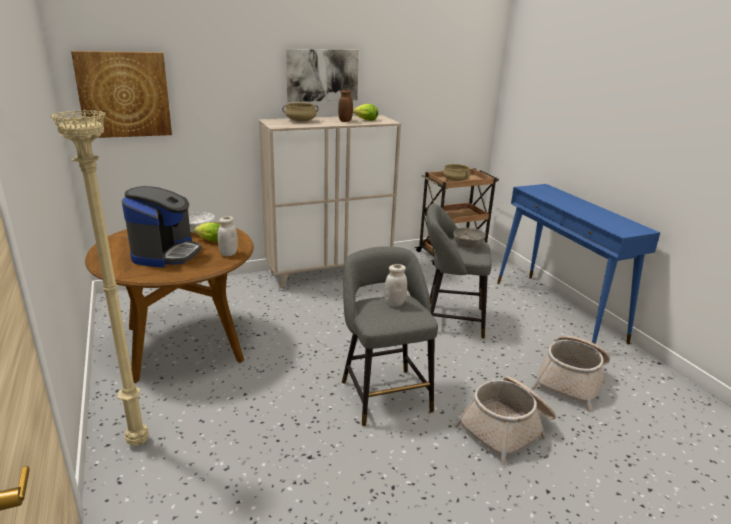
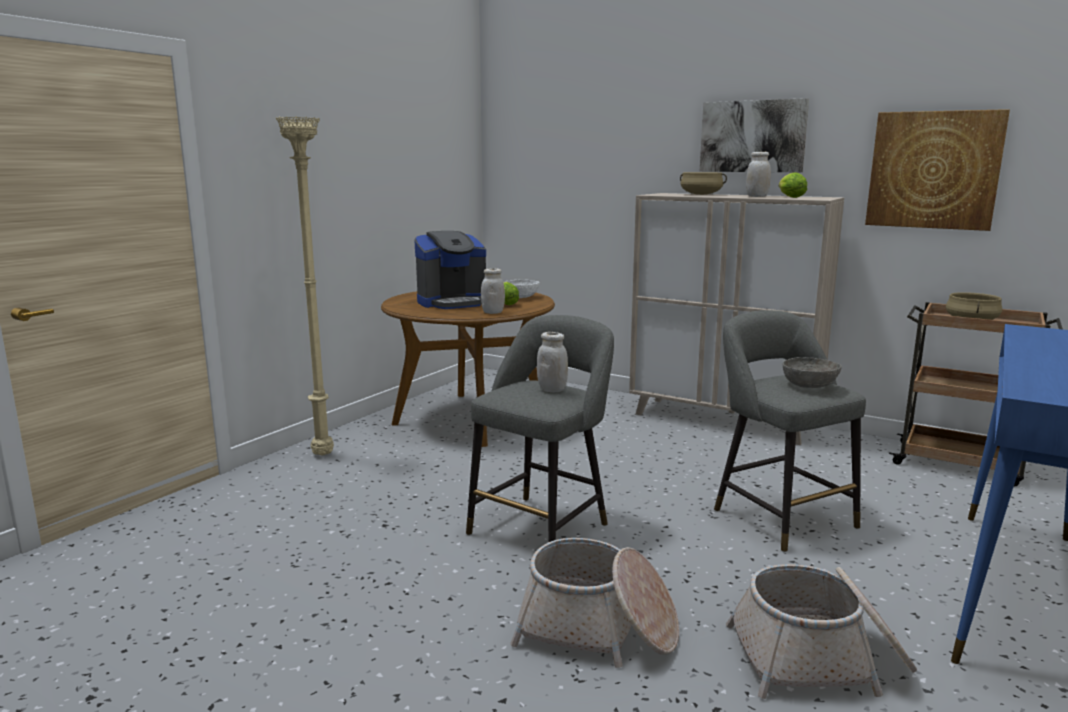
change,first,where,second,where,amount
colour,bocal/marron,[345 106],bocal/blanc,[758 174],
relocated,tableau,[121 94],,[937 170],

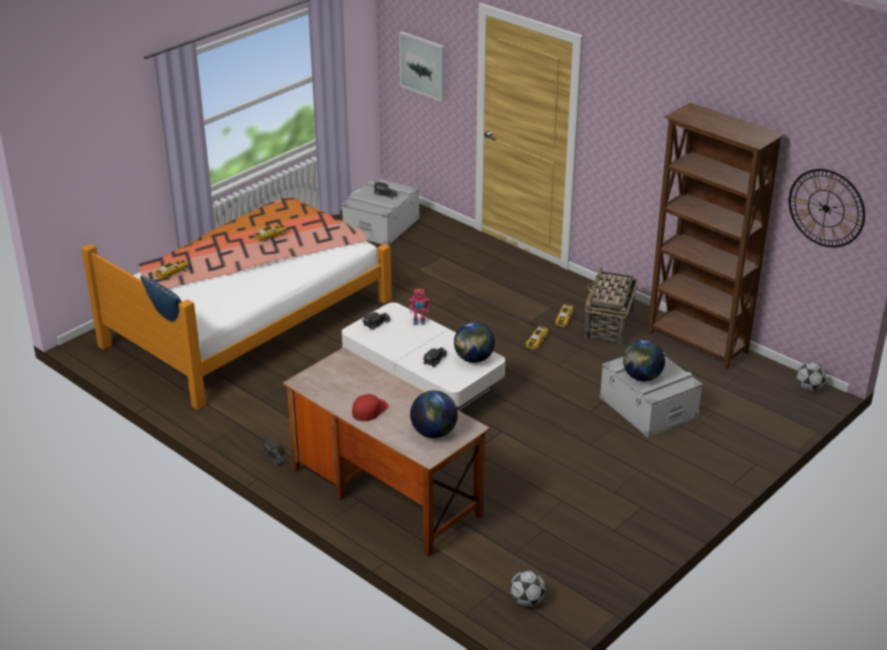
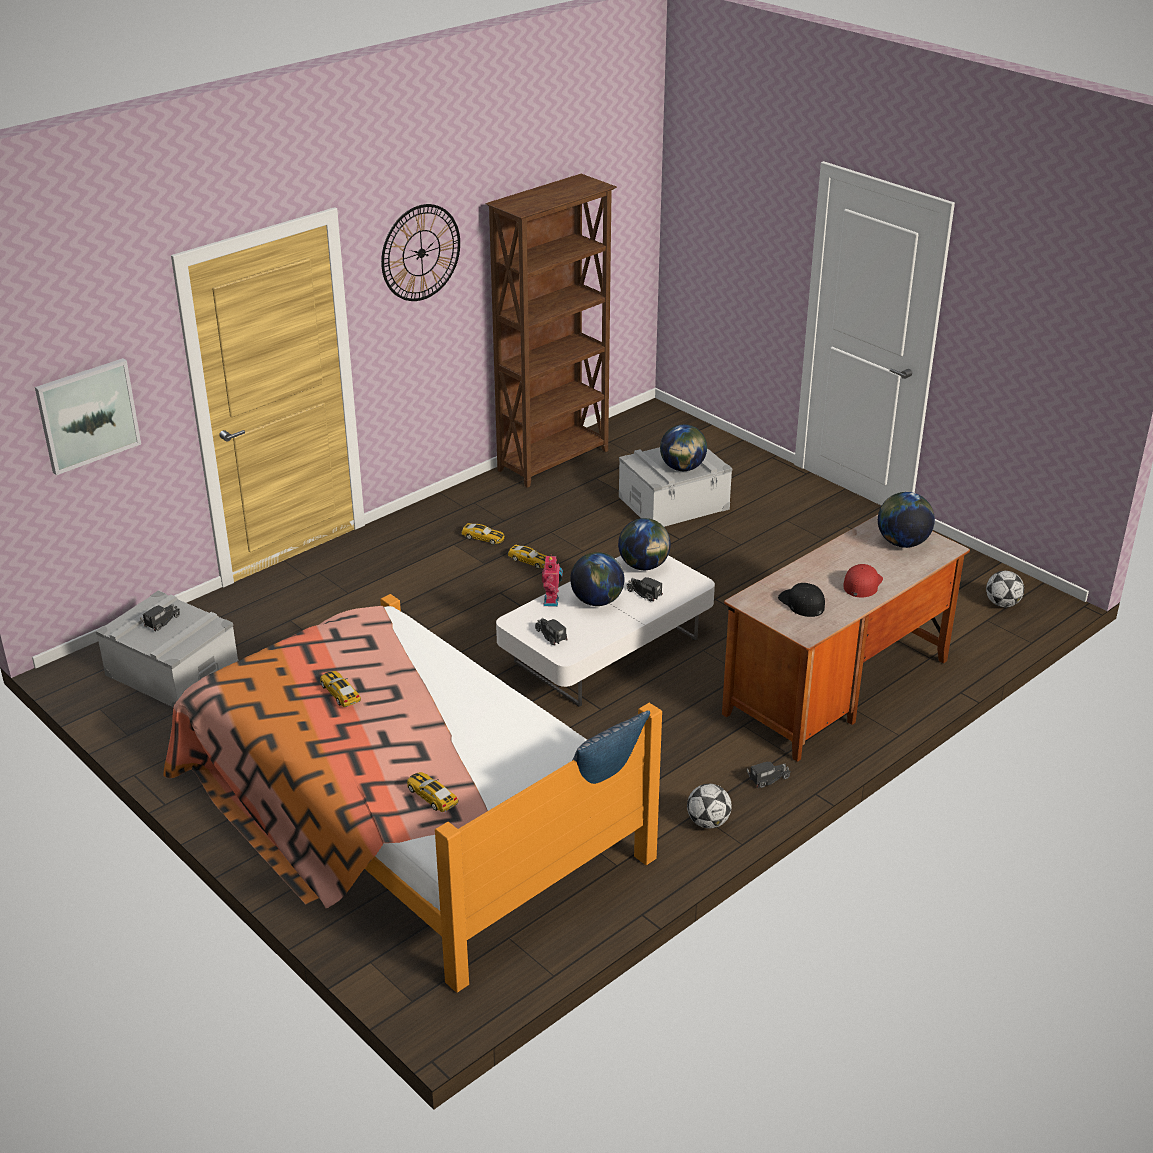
change,first,where,second,where,amount
relocated,horloge murale,[827 208],,[420 252],
appeared,,,globe,[597 579],
relocated,ballon de foot,[811 376],,[709 806],
appeared,,,casquette/noir,[801 600],
spun,casquette/rouge,[370 407],,[863 580],75 degrees clockwise
missing,panier,[610 306],,,

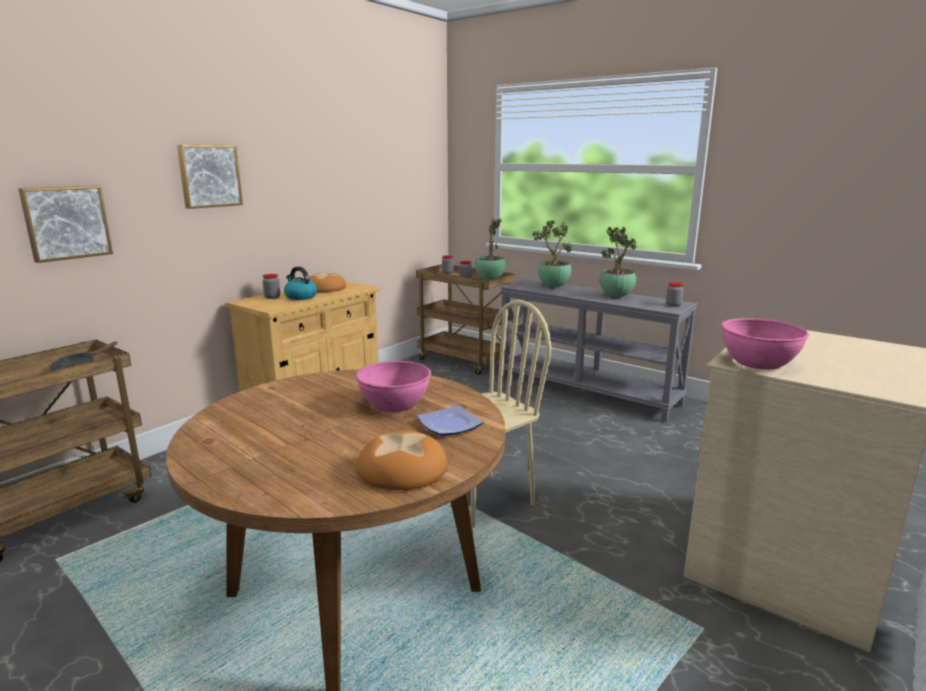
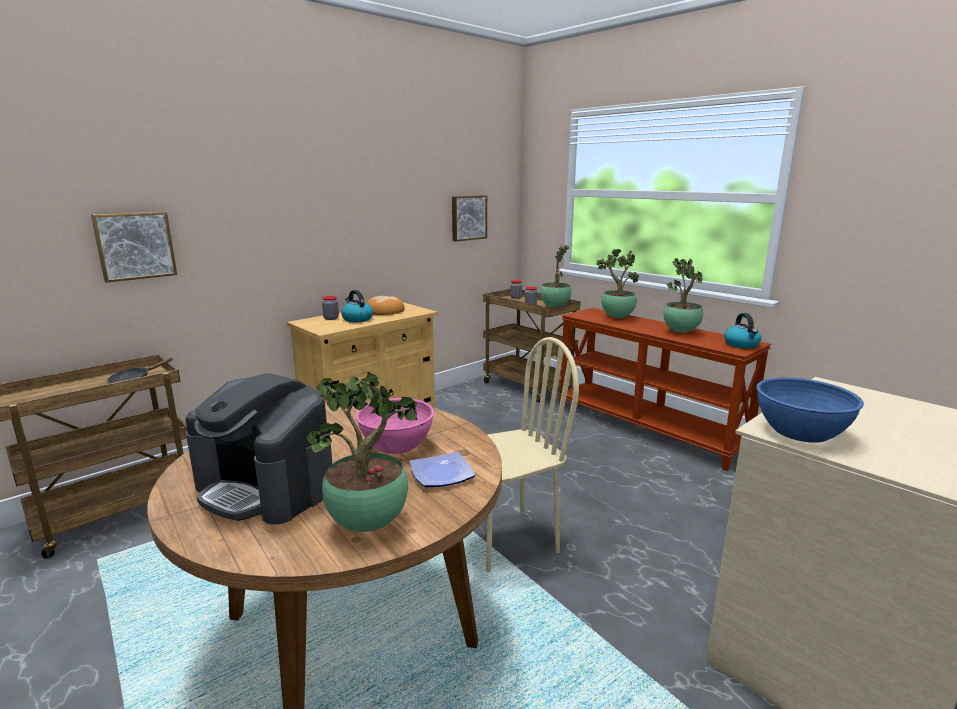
change,first,where,second,where,amount
appeared,,,machine à café,[259 449],
exchanged,pain,[402 460],plante en pot,[362 452],
relocated,tableau,[210 177],,[469 218],
colour,table console/gris,[599 351],table console/marron,[664 389],
exchanged,bocal,[675 294],bouilloire,[743 331],
colour,bol/rose,[765 343],bol/bleu,[810 409],

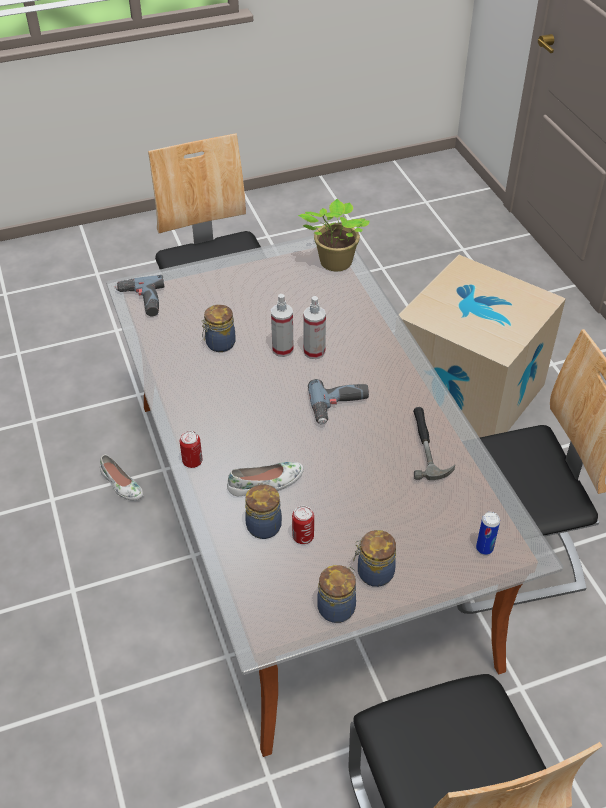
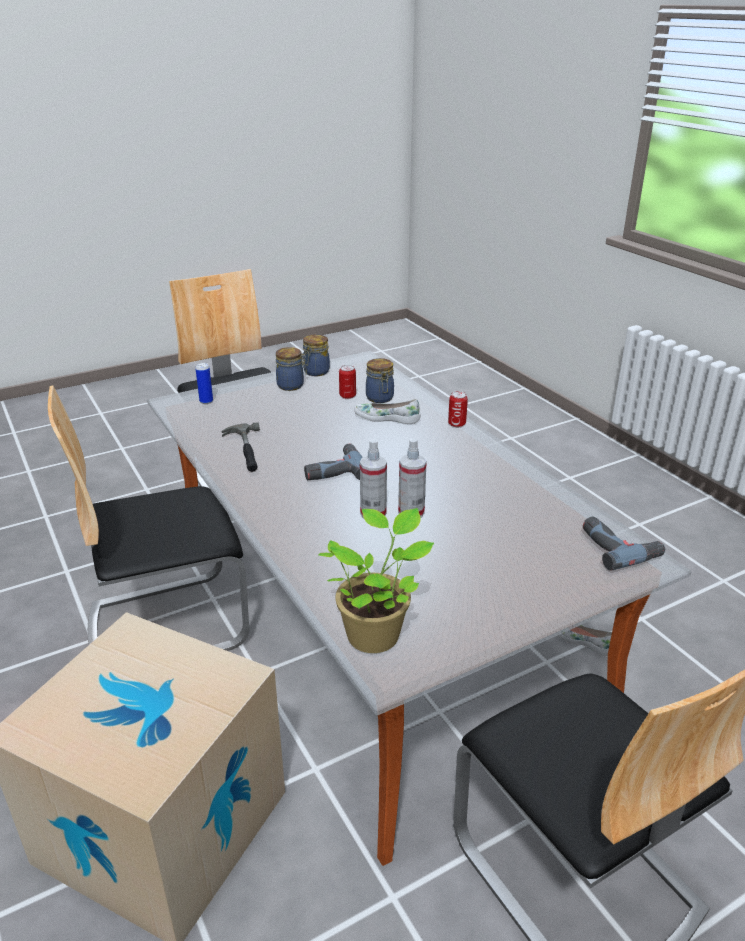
change,first,where,second,where,amount
spun,chaussure/blanc,[265 479],,[387 411],45 degrees clockwise
missing,bocal,[218 328],,,

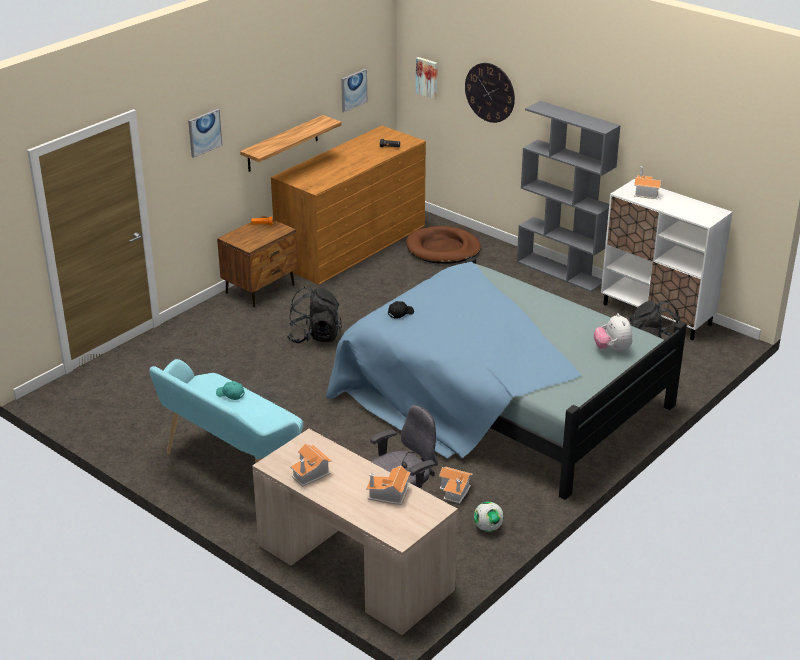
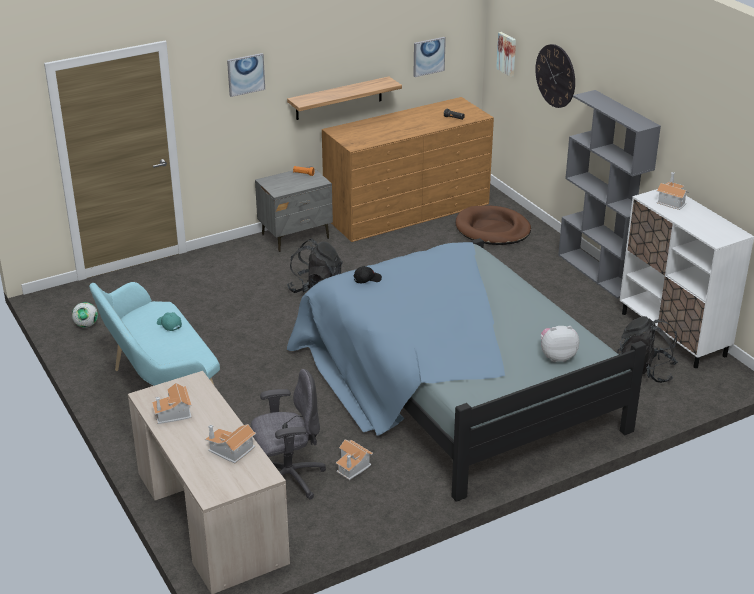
change,first,where,second,where,amount
relocated,ballon de foot,[489 517],,[85 314],
colour,table de chevet/marron,[257 261],table de chevet/gris,[294 209],
spun,peluche,[613 333],,[560 344],75 degrees clockwise

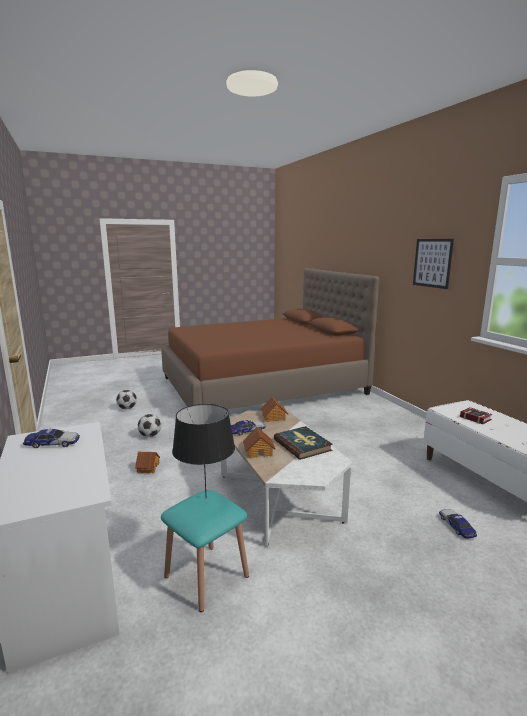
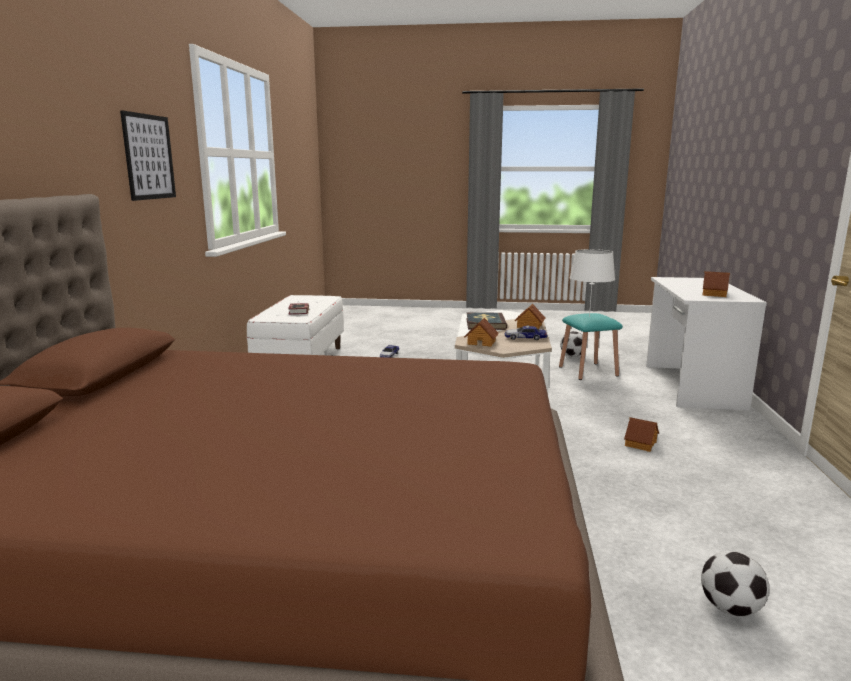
change,first,where,second,where,amount
relocated,ballon de foot,[149 425],,[573 344],
colour,lampe de table/noir,[203 449],lampe de table/blanc,[592 283],
exchanged,petite voiture,[51 438],maison miniature,[716 284],

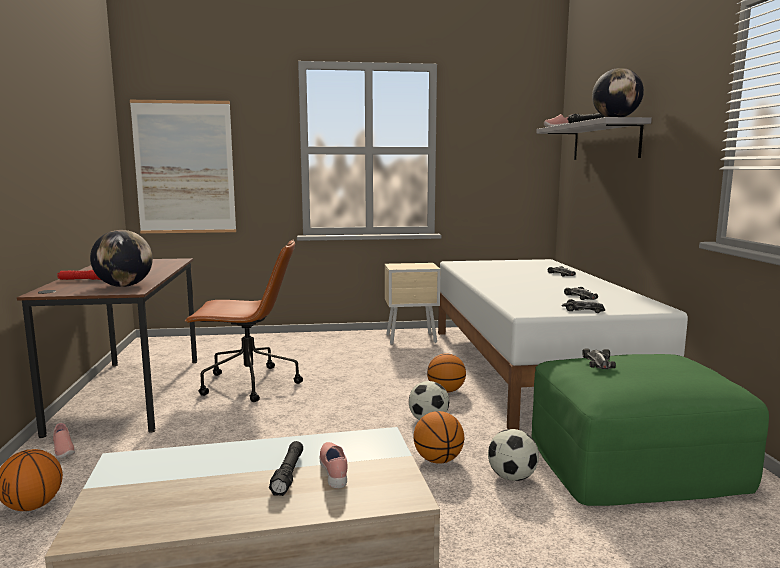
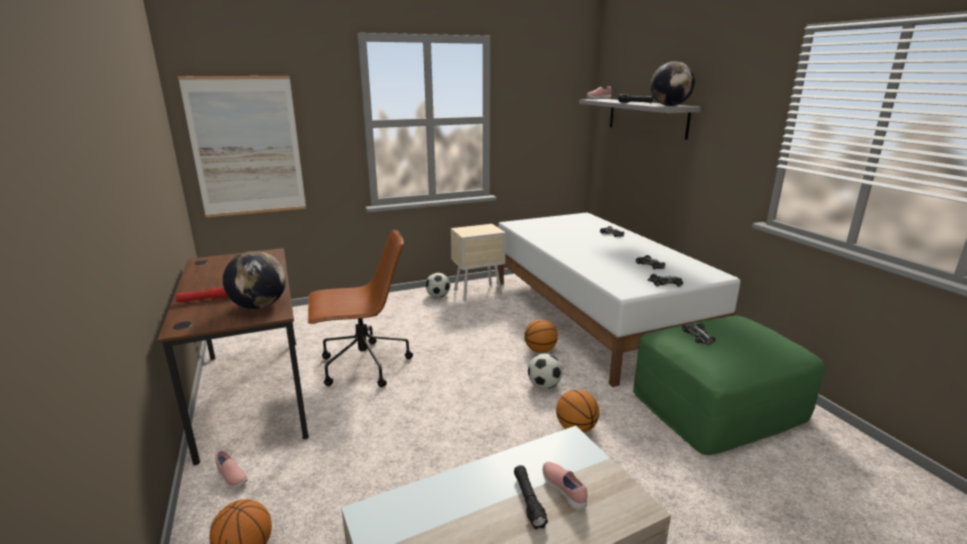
change,first,where,second,where,amount
relocated,ballon de foot,[513 455],,[438 285],

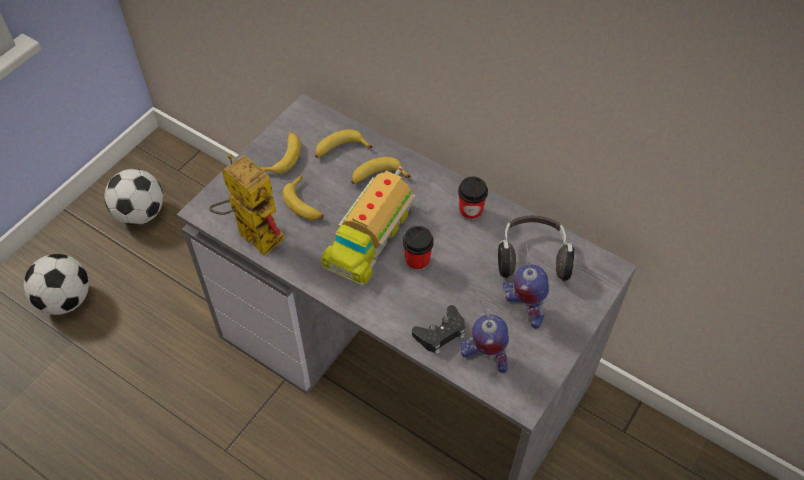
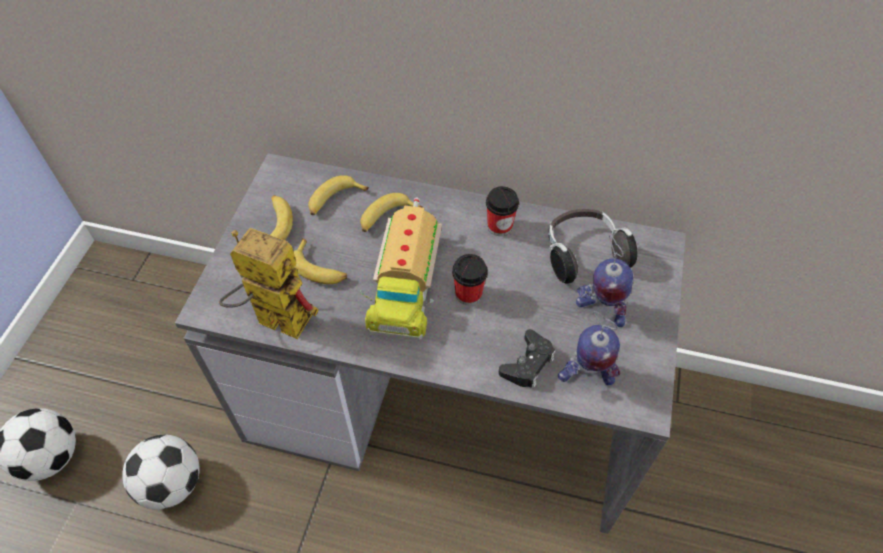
change,first,where,second,where,amount
relocated,ballon de foot,[133 197],,[161 472],

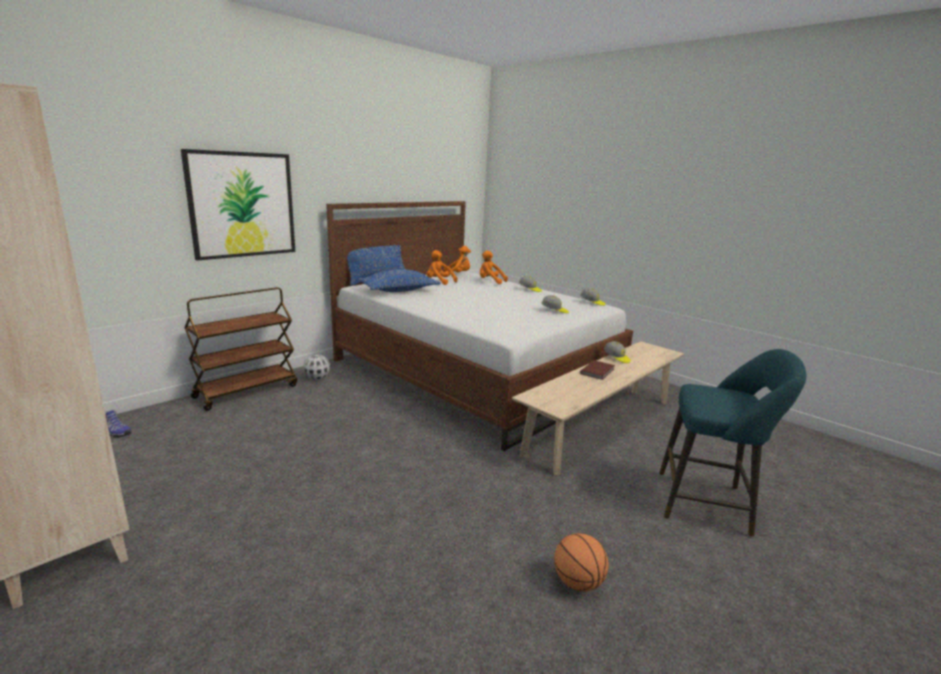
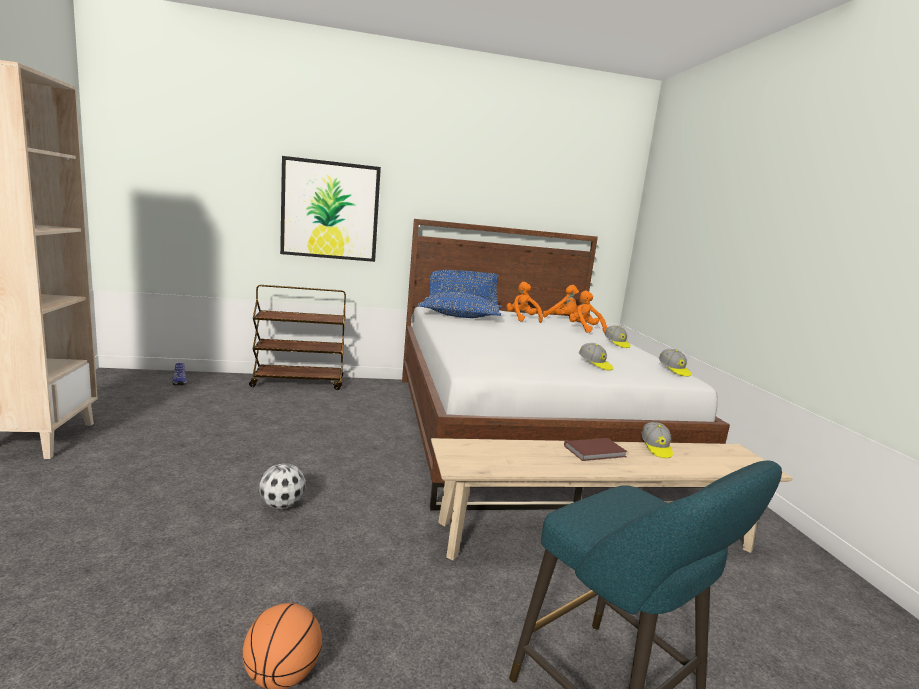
change,first,where,second,where,amount
relocated,ballon de foot,[316 367],,[282 486],

